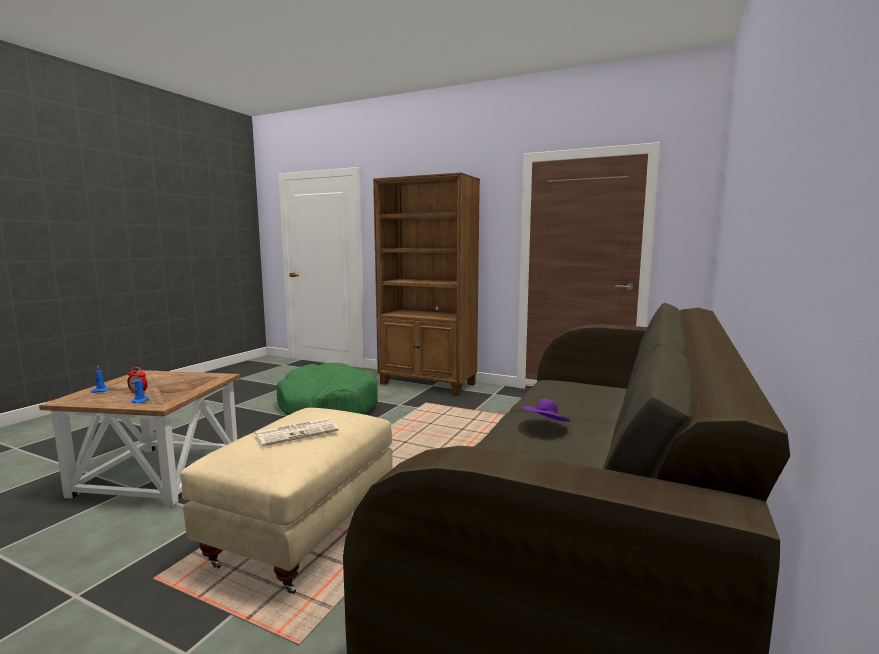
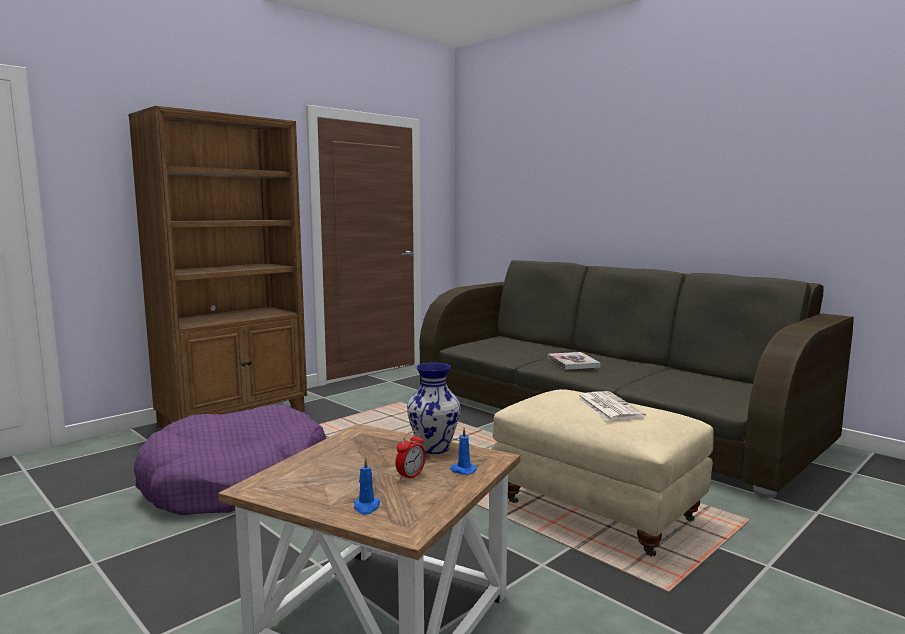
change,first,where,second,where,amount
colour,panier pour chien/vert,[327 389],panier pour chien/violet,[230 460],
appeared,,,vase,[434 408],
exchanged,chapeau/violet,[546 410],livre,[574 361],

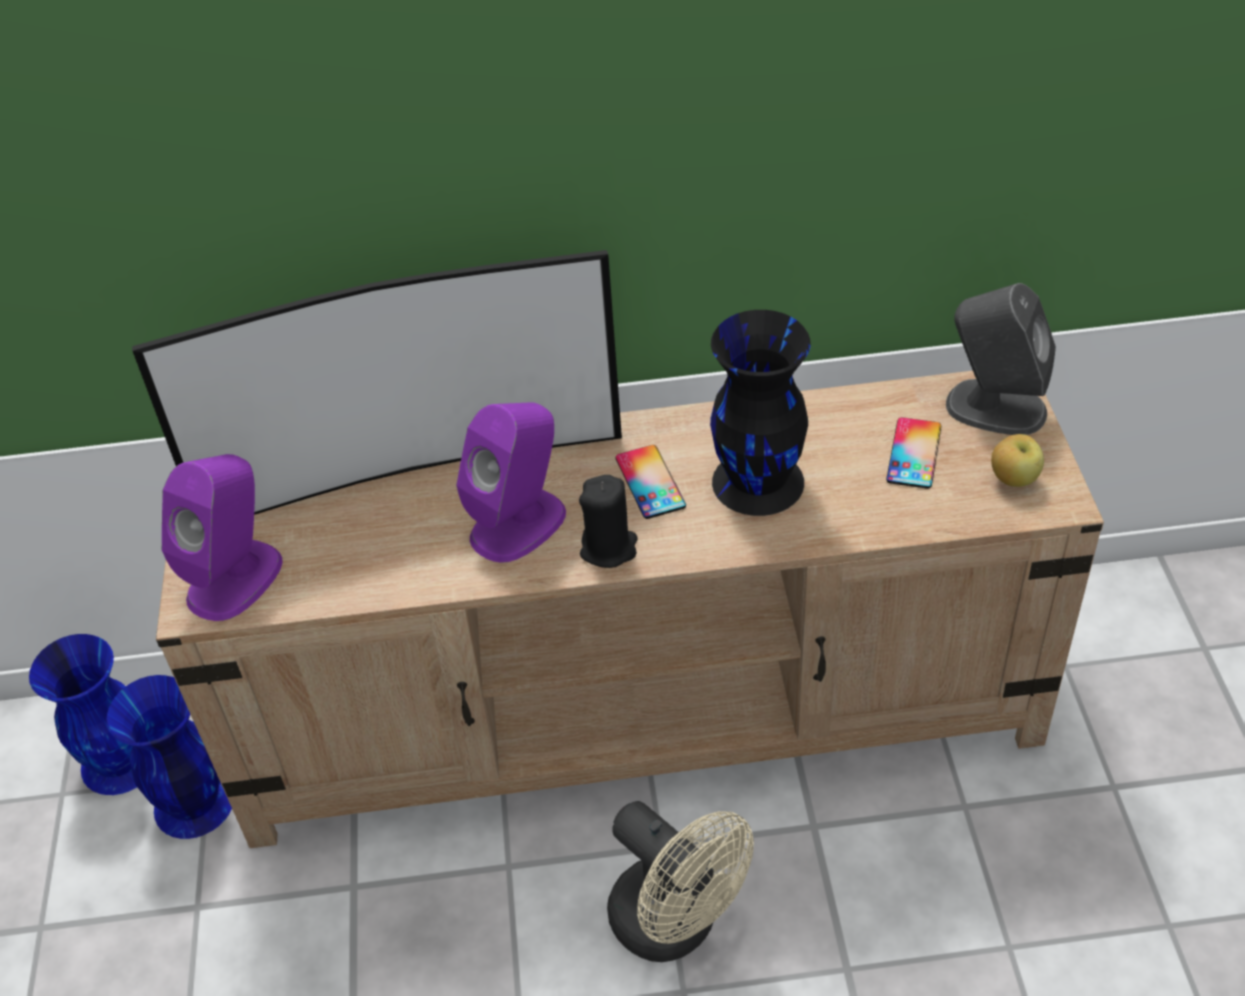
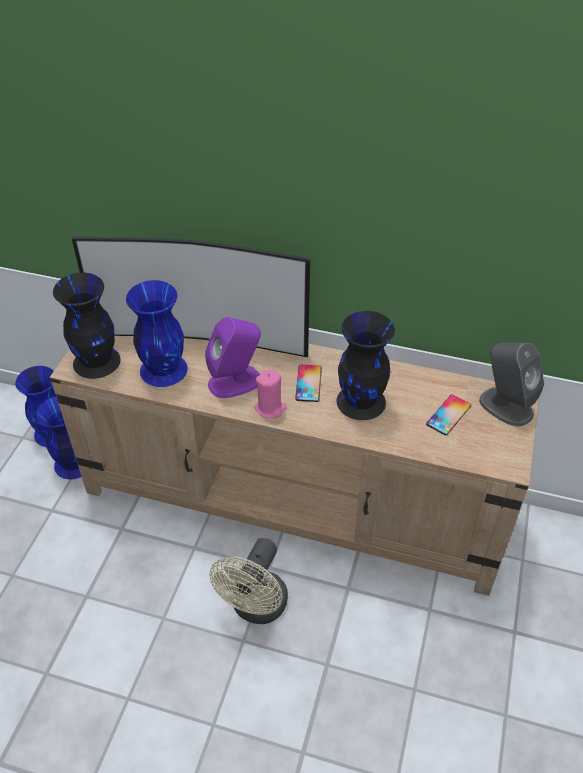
change,first,where,second,where,amount
exchanged,enceinte/violet,[222 537],vase/noir,[87 326],
appeared,,,vase/bleu,[157 333],
spun,ventilateur/beige,[680 881],,[249 581],45 degrees clockwise
colour,bougie/noir,[608 521],bougie/rose,[270 394],
missing,pomme,[1017 460],,,

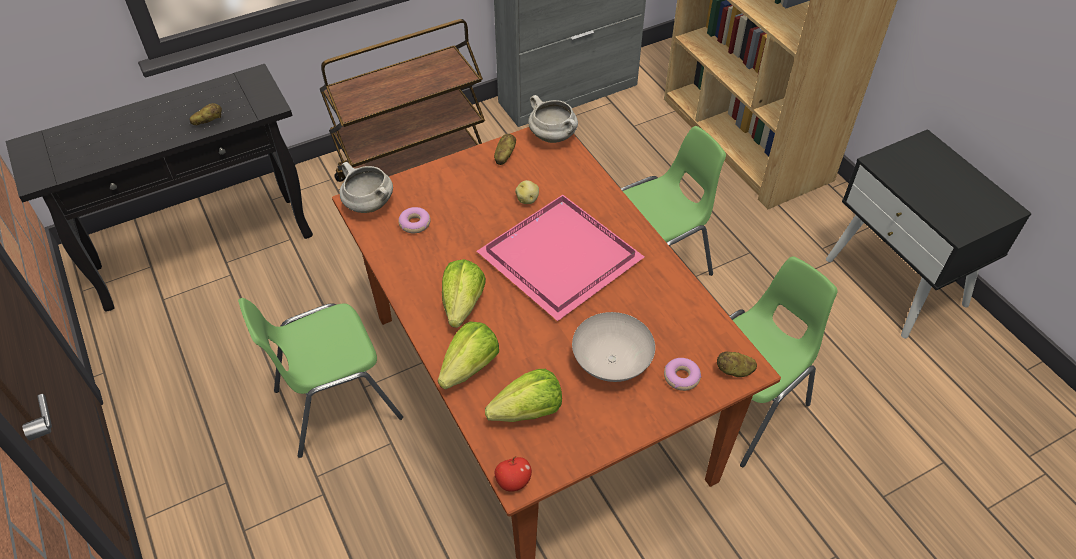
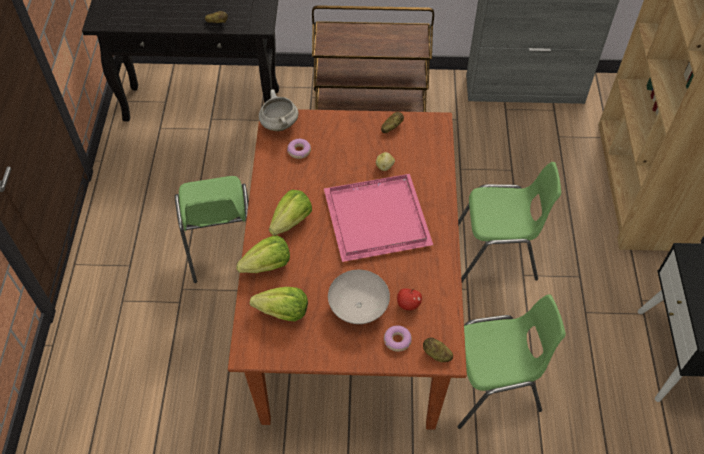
change,first,where,second,where,amount
spun,chaise/vert,[320 378],,[212 229],105 degrees counterclockwise
relocated,pomme,[513 474],,[409 299],
missing,marmite/blanc,[553 119],,,

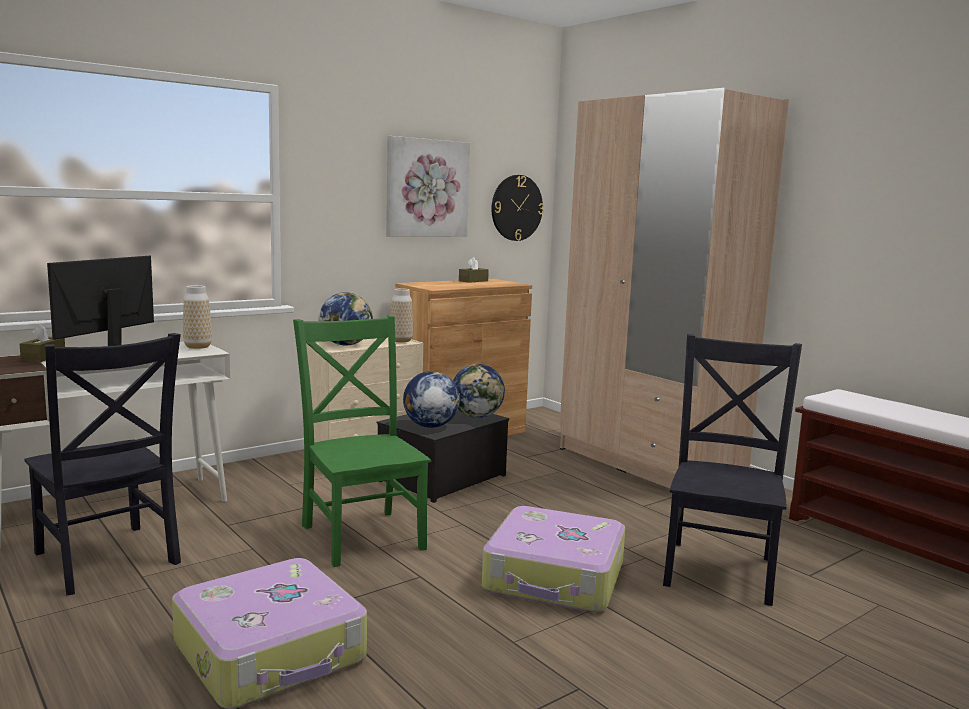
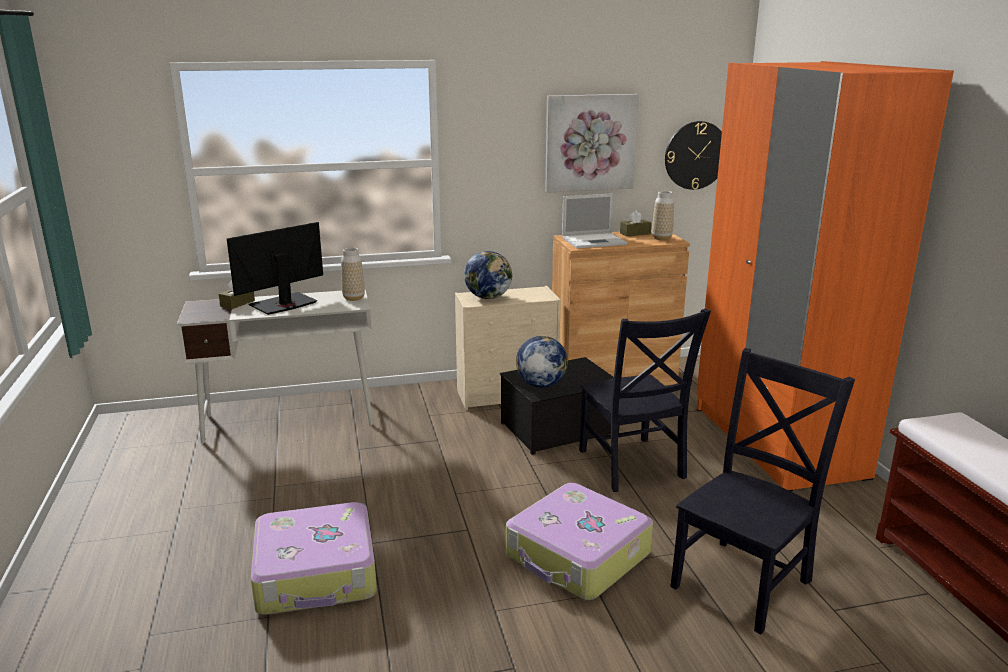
change,first,where,second,where,amount
appeared,,,ordinateur portable,[594 220],
relocated,chaise/noir,[103 464],,[645 400],
relocated,vase,[401 315],,[663 215],
colour,armoire/beige,[674 288],armoire/orange,[825 276],
missing,chaise/vert,[362 441],,,
missing,globe,[479 391],,,

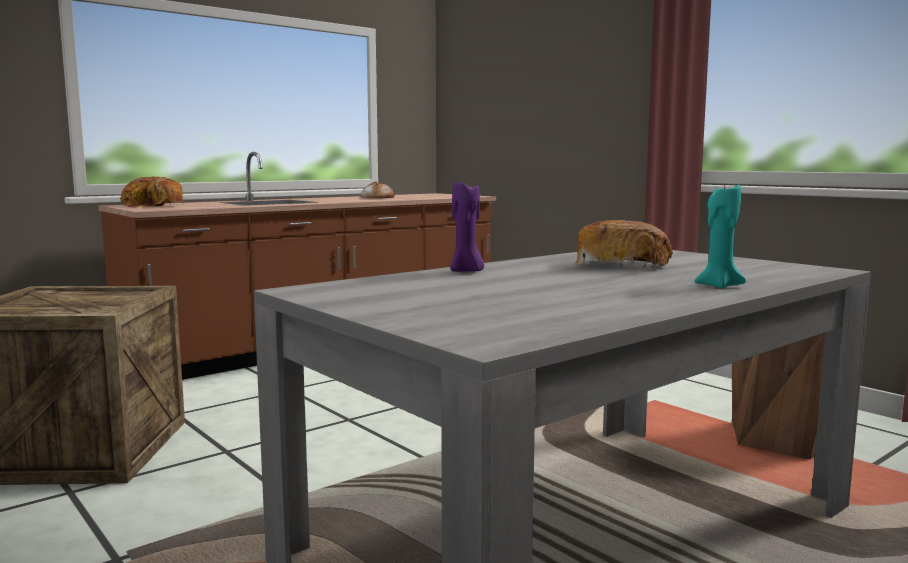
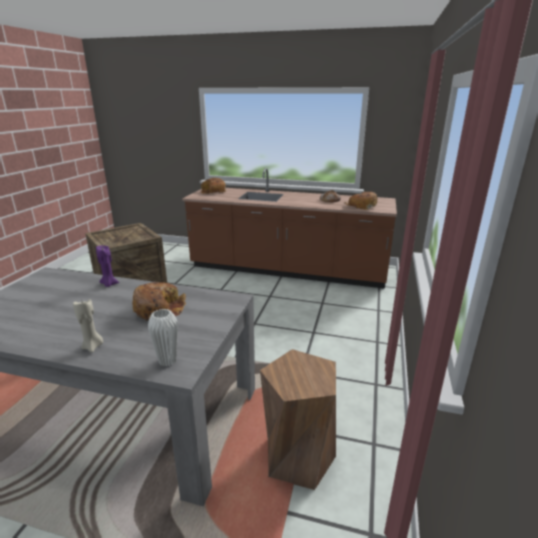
change,first,where,second,where,amount
colour,bougie/turquoise,[720 237],bougie/beige,[88 326],
appeared,,,vase/blanc,[163 337],
appeared,,,pain,[361 201],

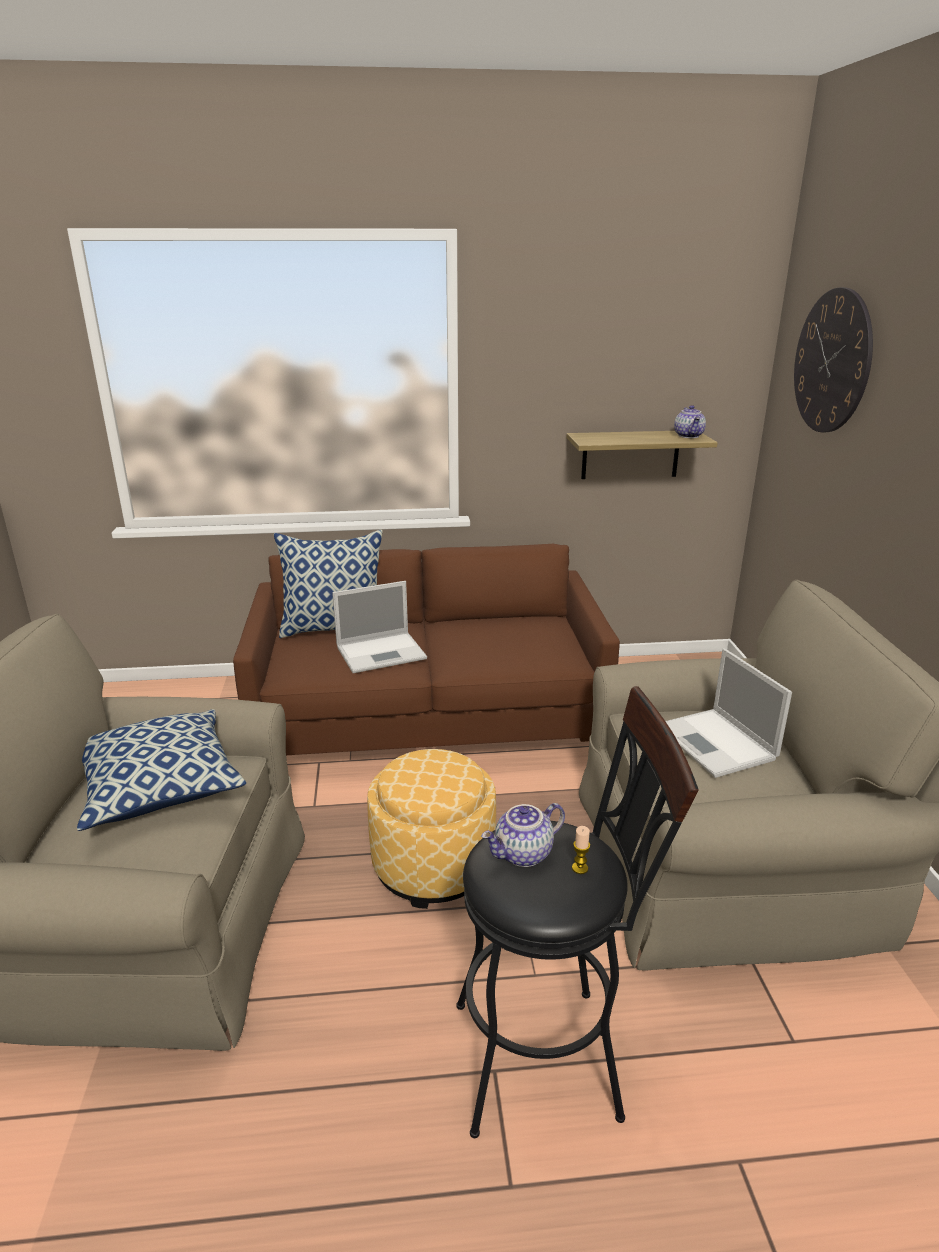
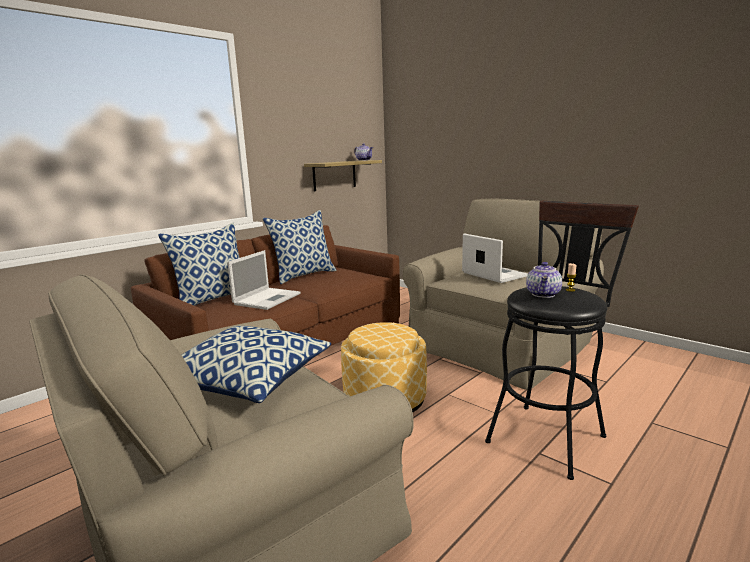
change,first,where,second,where,amount
appeared,,,coussin,[300 247],
spun,ordinateur portable,[729 713],,[495 258],150 degrees counterclockwise
missing,horloge murale,[833 359],,,

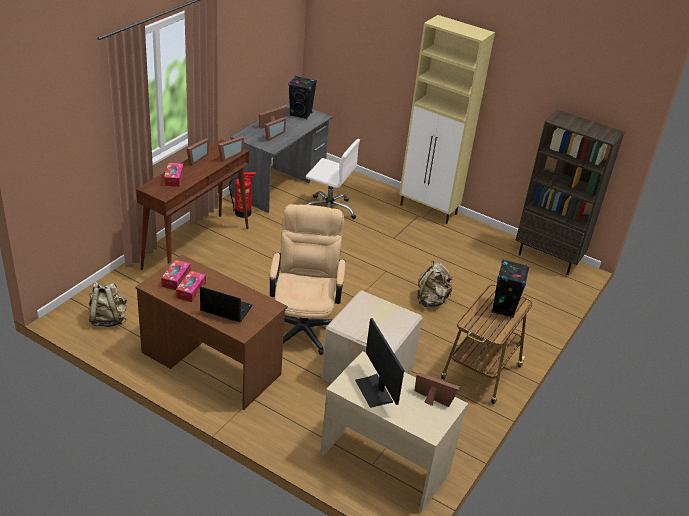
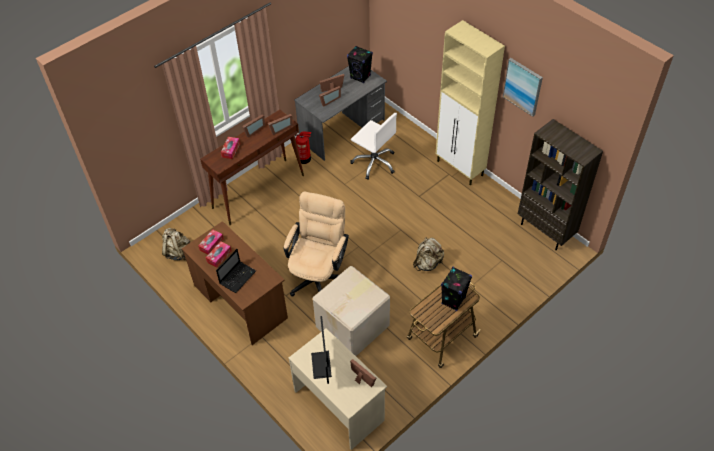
change,first,where,second,where,amount
spun,ordinateur portable,[226 304],,[236 271],90 degrees clockwise
appeared,,,tableau,[523 87],

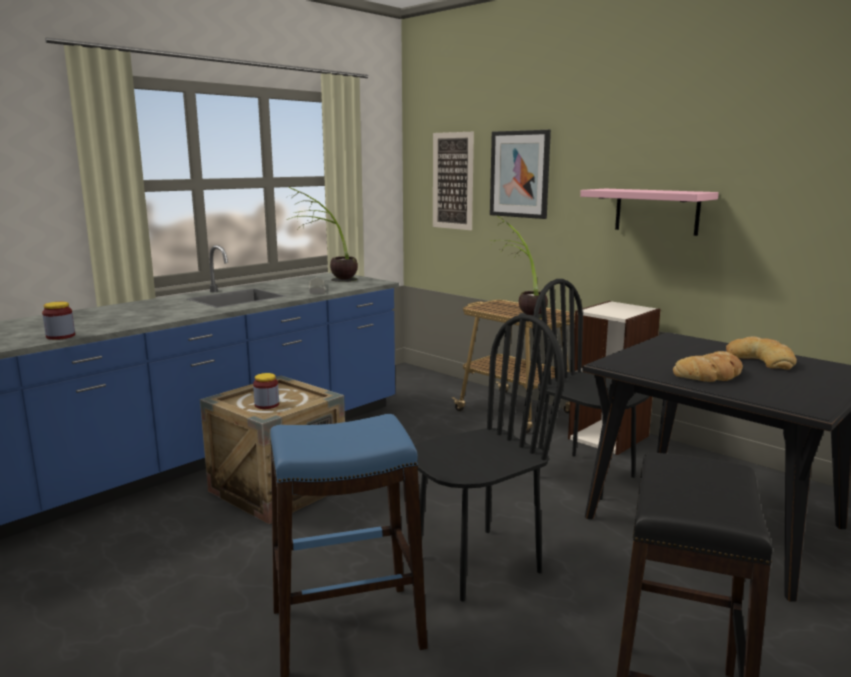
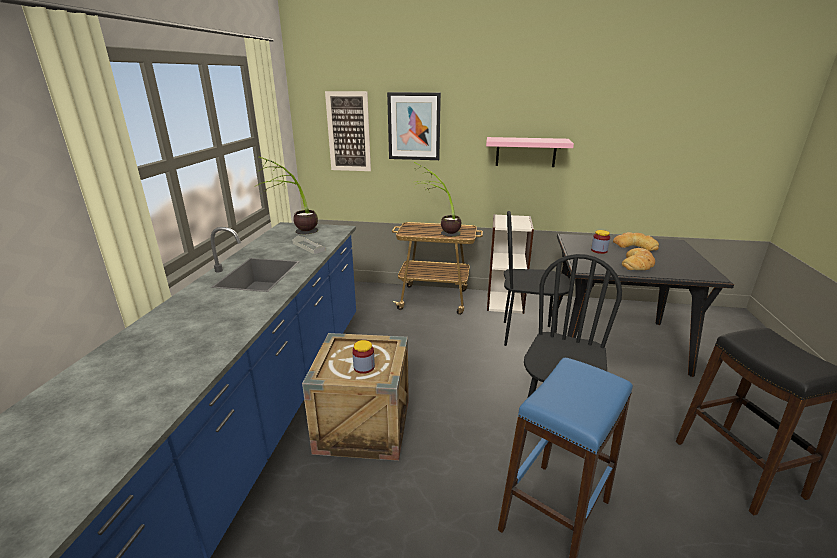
change,first,where,second,where,amount
relocated,bocal,[58 321],,[600 242],

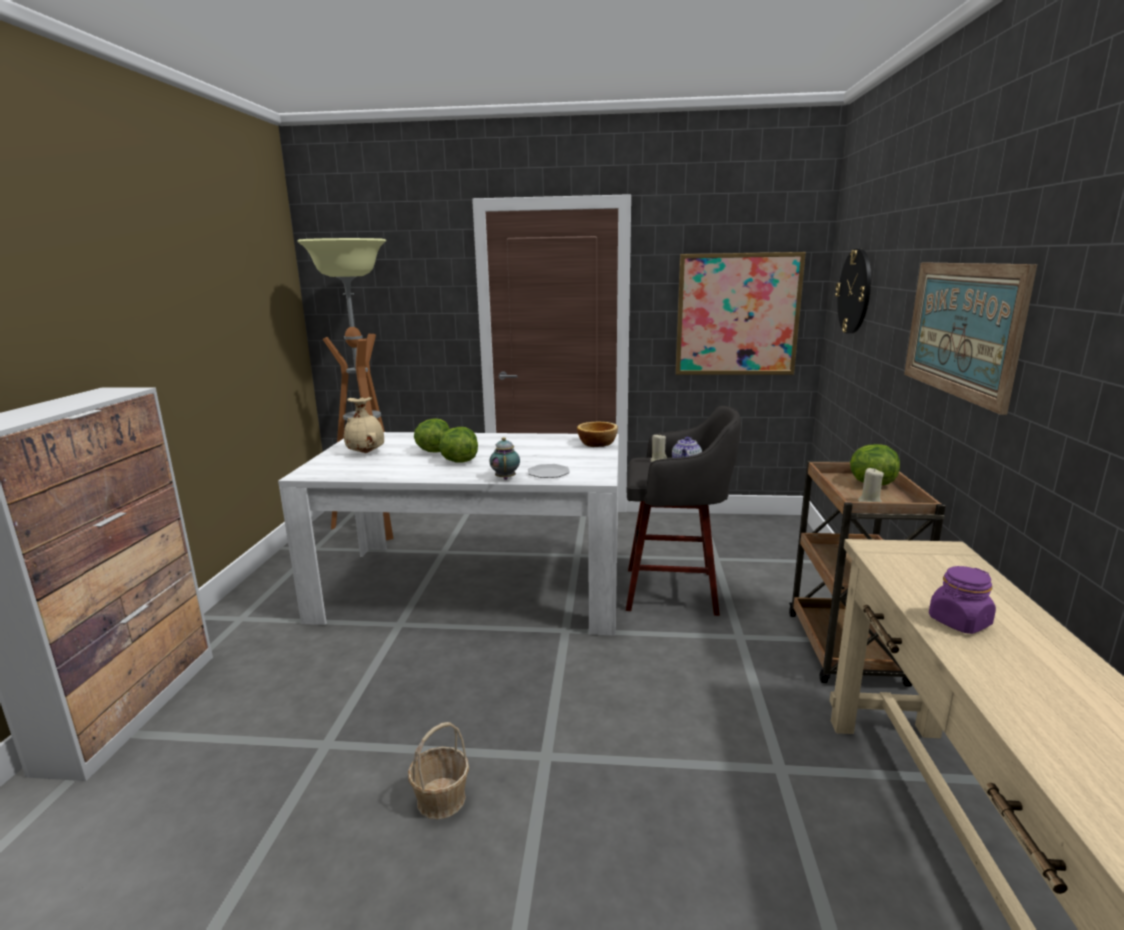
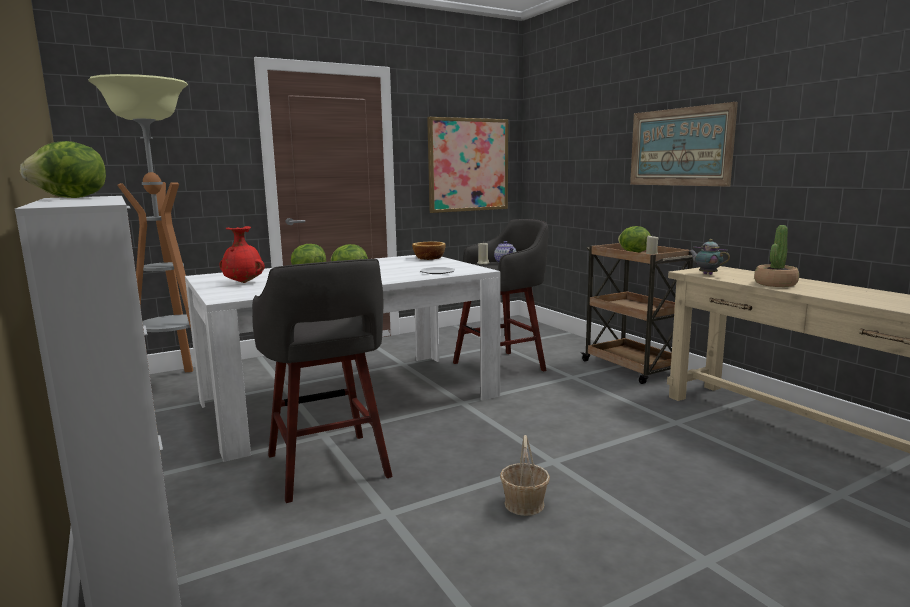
change,first,where,second,where,amount
appeared,,,laitue,[63 169],
colour,vase/beige,[364 425],vase/rouge,[242 254],
appeared,,,tabouret/gris,[322 381],
relocated,théière,[504 458],,[709 257],
exchanged,bocal/violet,[962 600],plante en pot,[776 256],
missing,horloge murale,[853 291],,,

